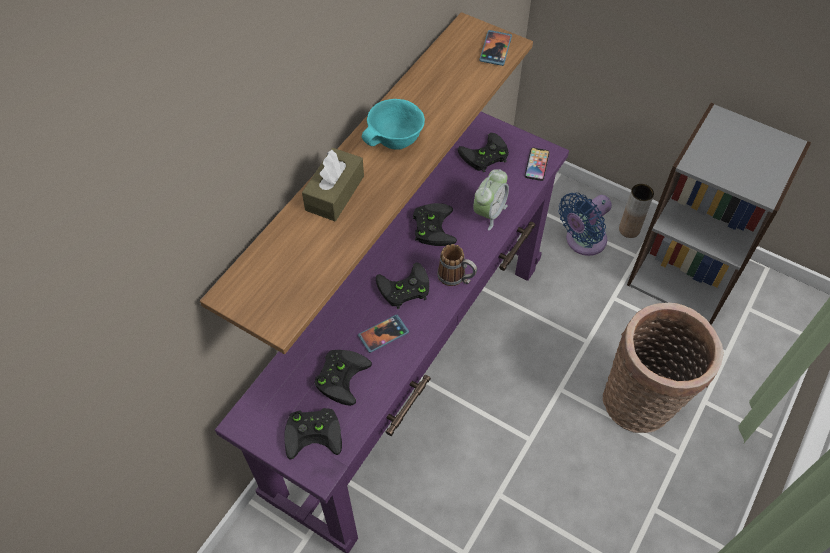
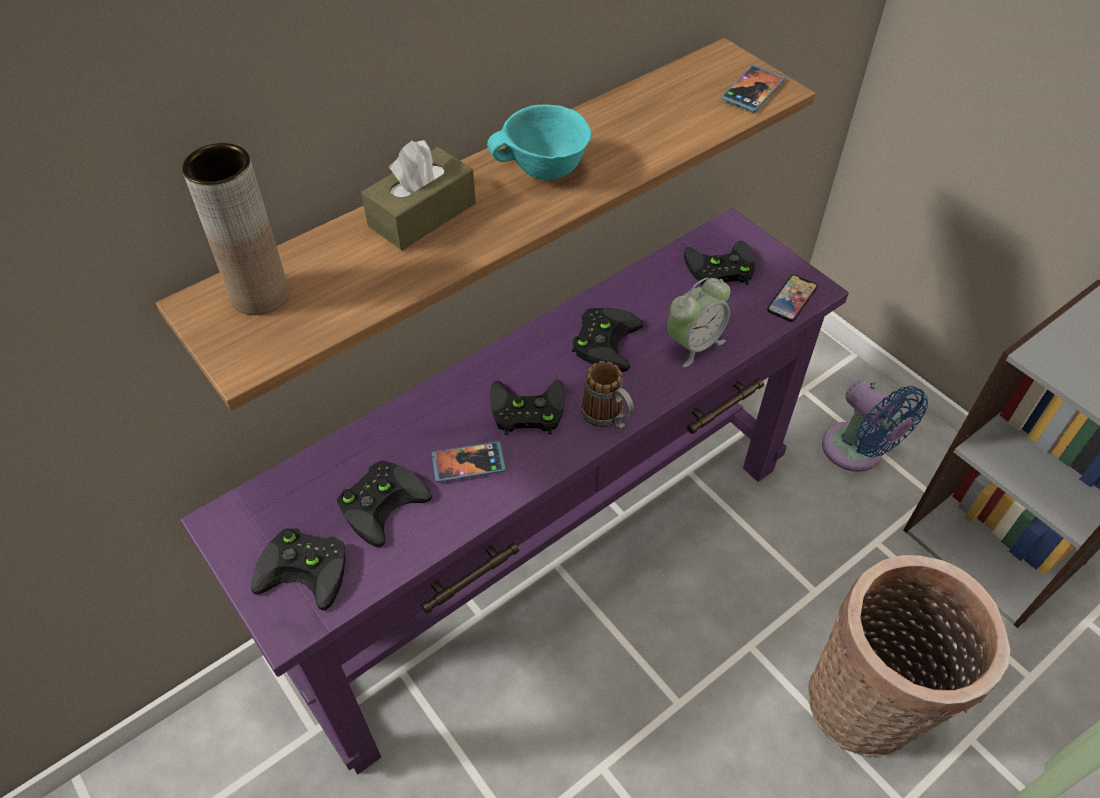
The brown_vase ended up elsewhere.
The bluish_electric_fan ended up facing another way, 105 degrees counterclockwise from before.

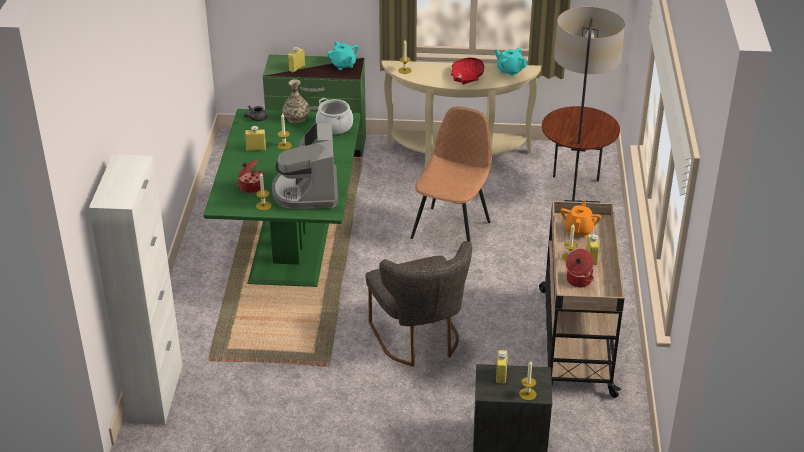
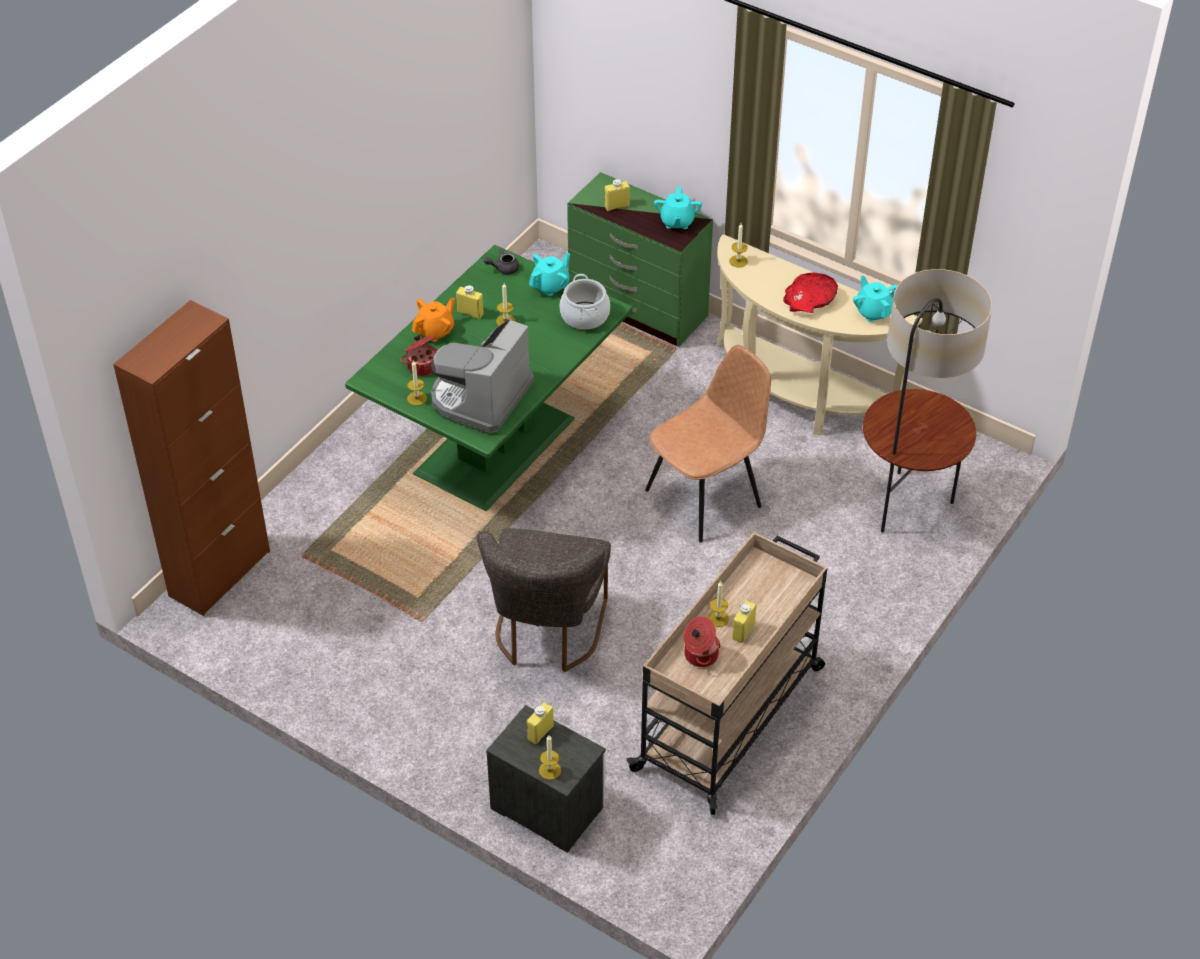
The orangey_teapot ended up elsewhere.
Where the vase stood, the blue-green_teapot (no. 1 from left) came to stand.
What was the white-coloured_storage_cabinet turned into the brown_storage_cabinet.

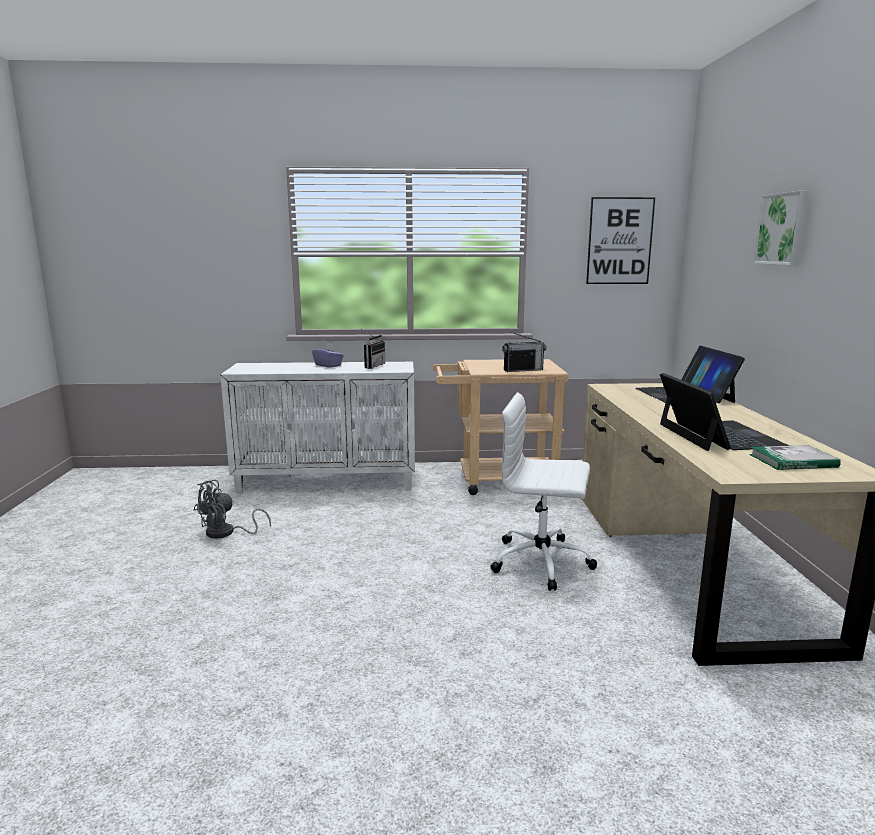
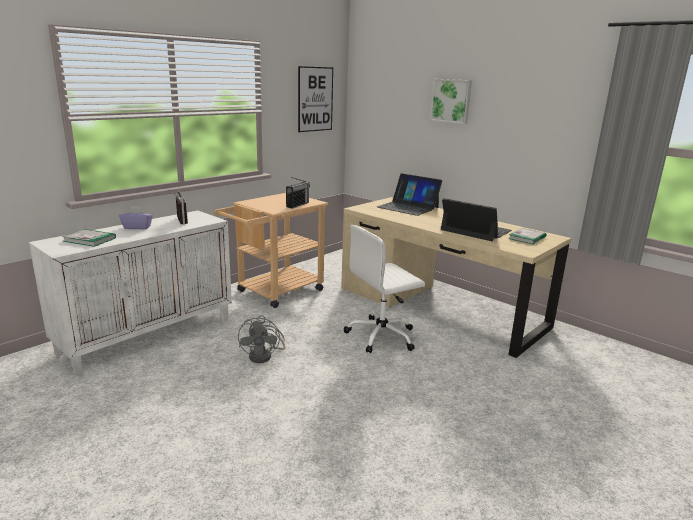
The second view gained the bound_book (no. 1 from left).
The grey_electric_fan ended up elsewhere.

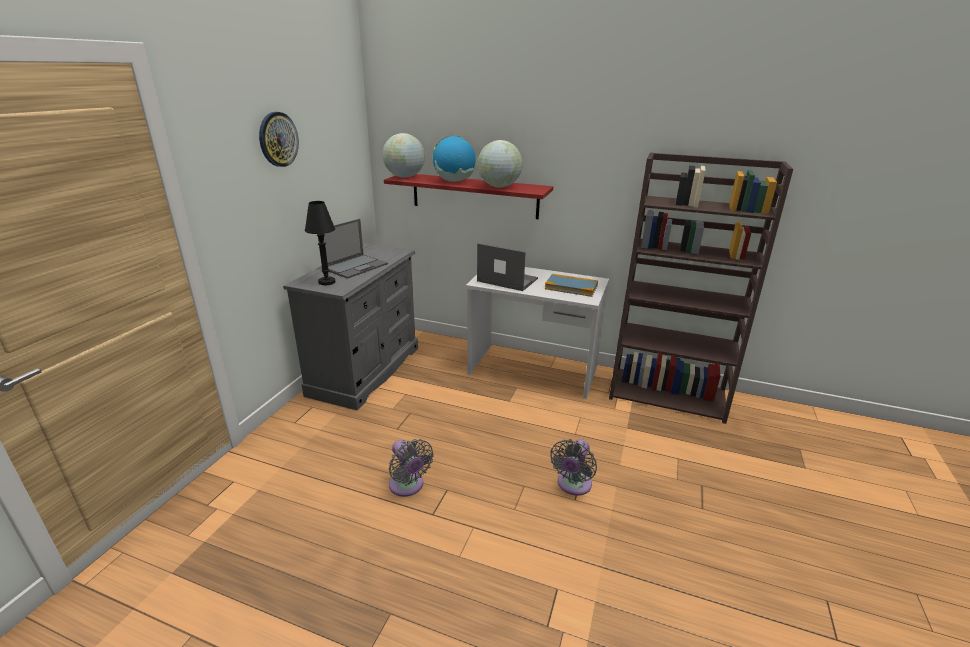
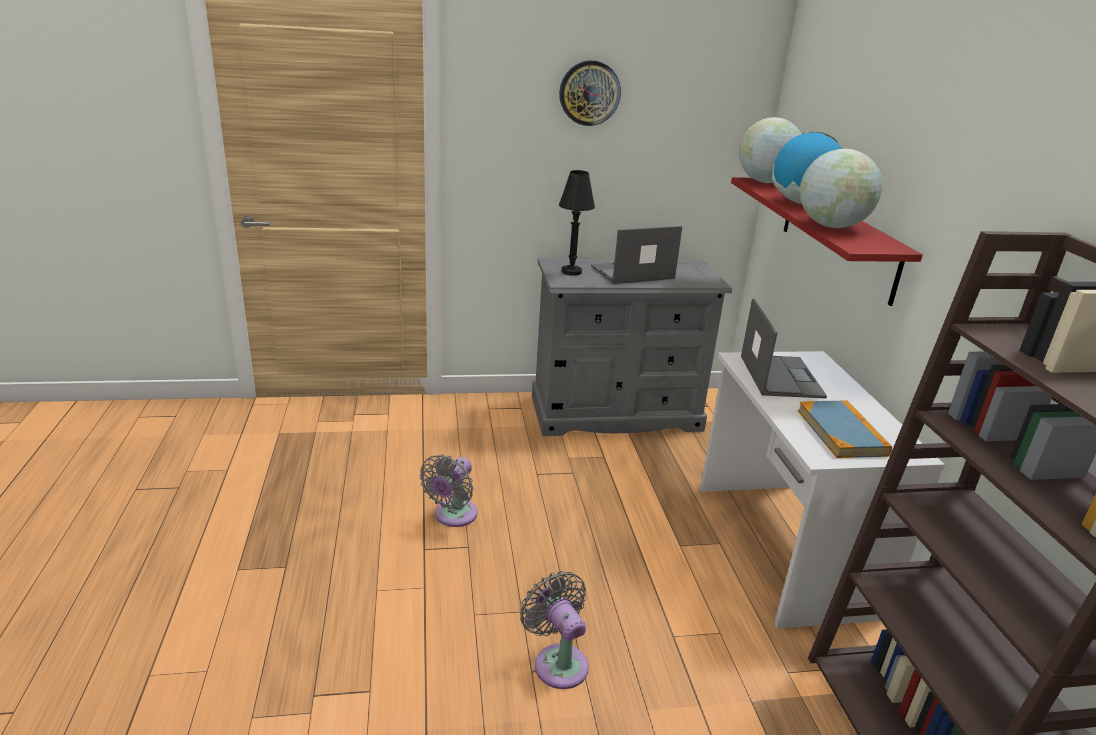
The notebook_computer (no. 1 from left) ended up facing another way, 150 degrees clockwise from before.
The grey_electric_fan (no. 2 from left) ended up facing another way, 60 degrees clockwise from before.

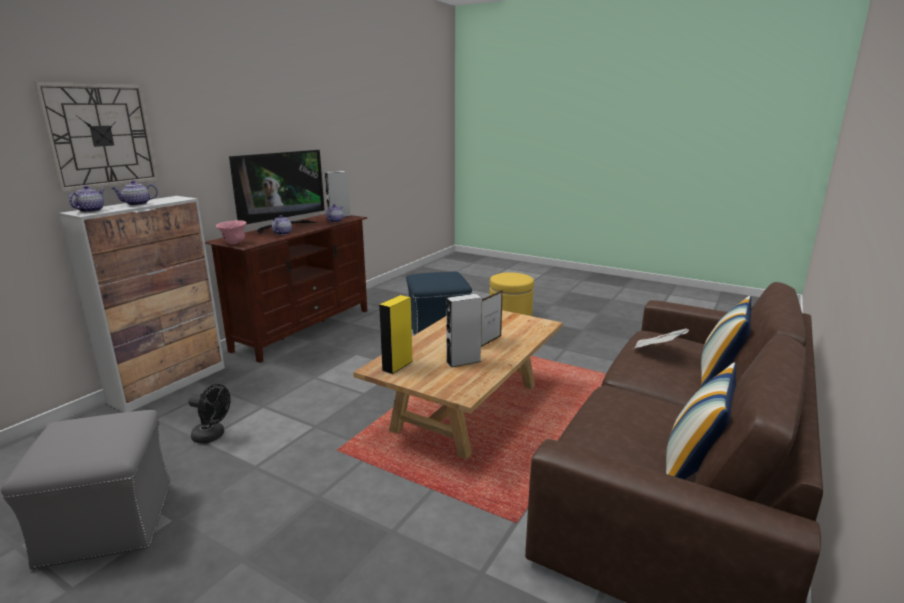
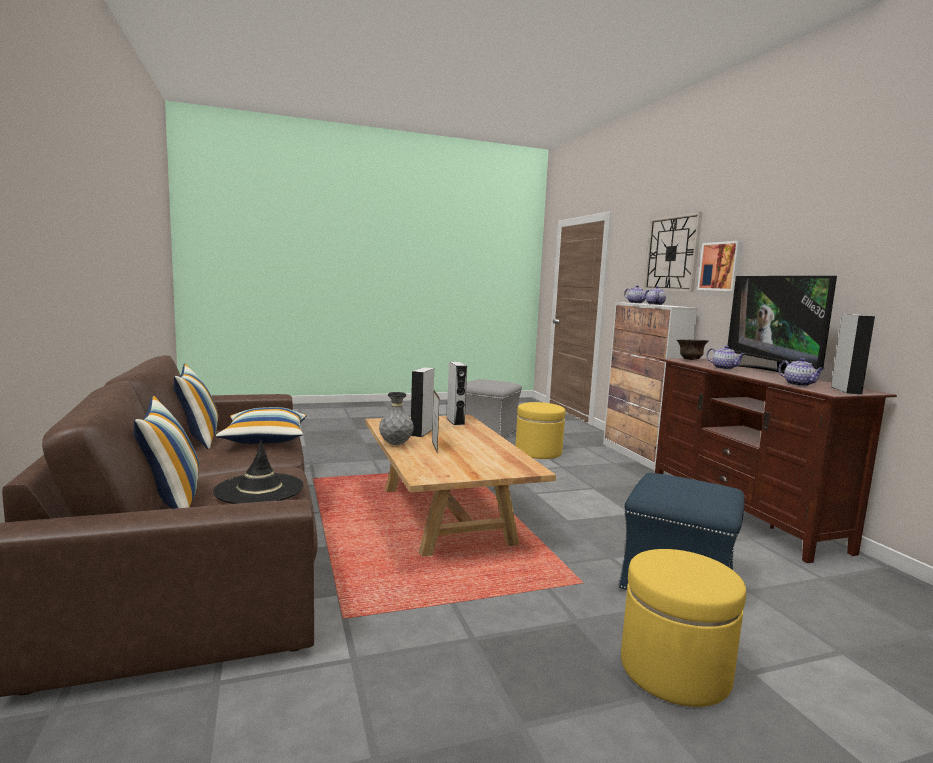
The second view gained the cushion (no. 3 from left).
The second view gained the grey_vase.
The second view gained the wall_art.
Where the black_electric_fan stood, the yellowish_ottoman (no. 1 from left) came to stand.
Where the daily_paper stood, the black_wearable_hat came to stand.
What was the pink_bowl turned into the brown_bowl.
What was the yellowish_audio_speaker turned into the grey_audio_speaker (no. 2 from left).

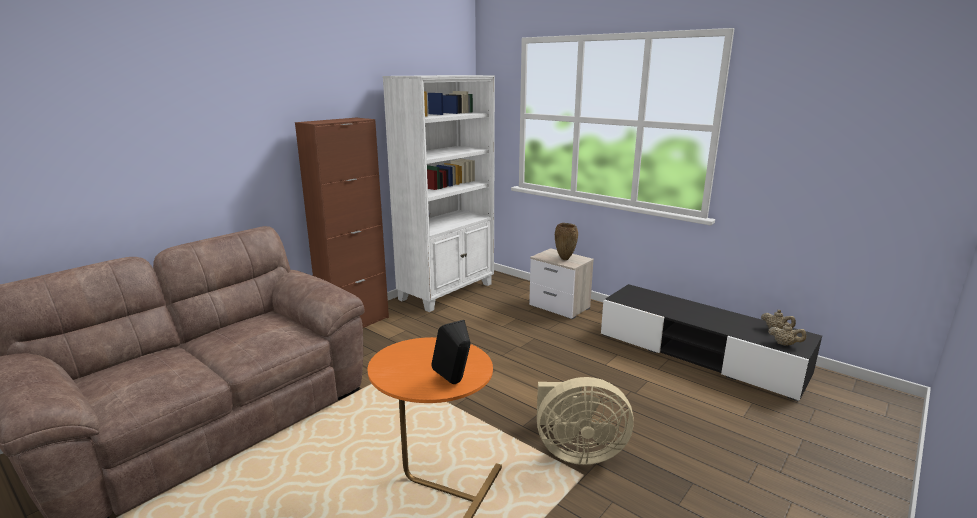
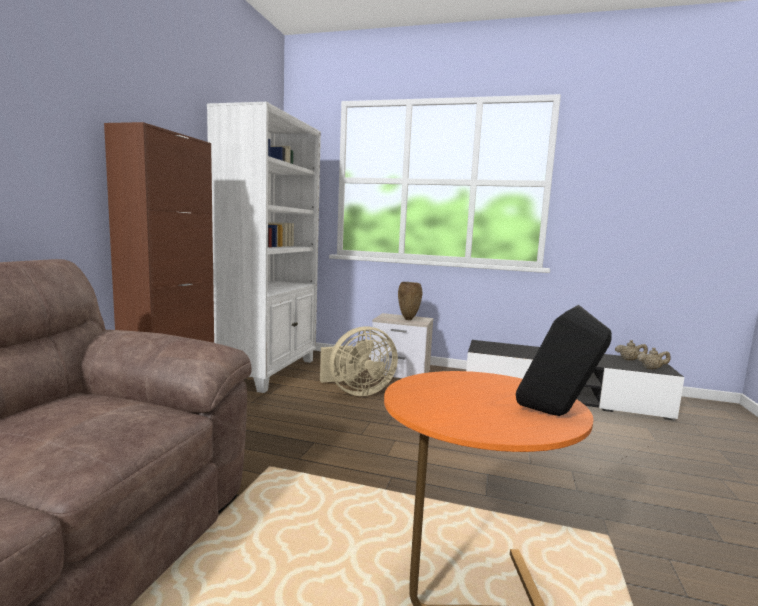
The beige_electric_fan ended up elsewhere.

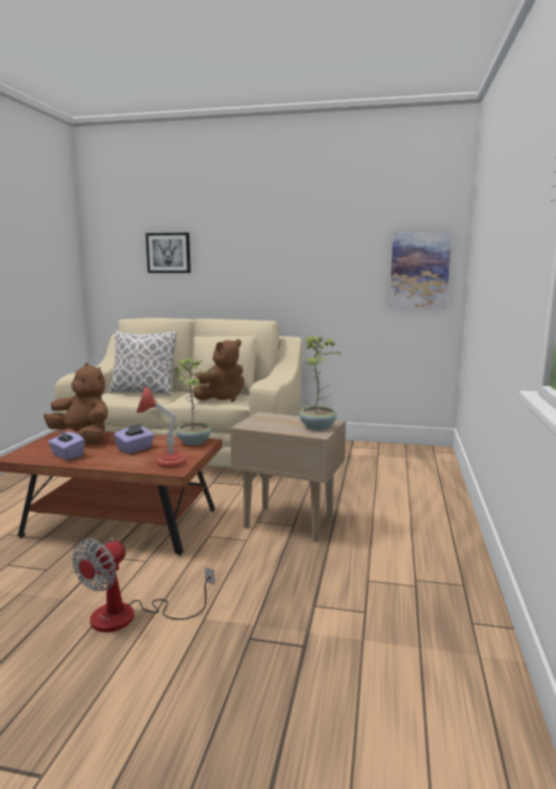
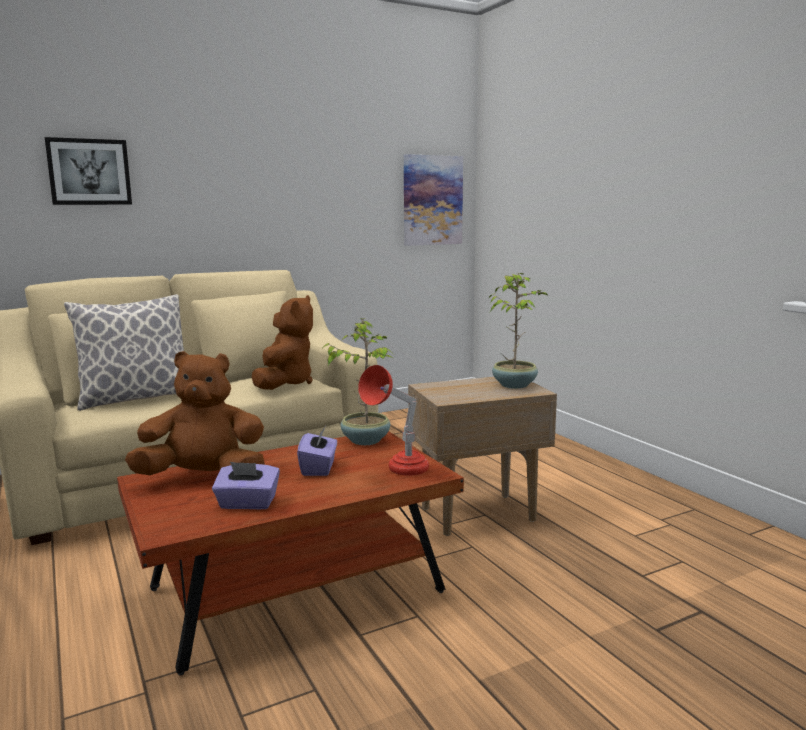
The second view lost the electric_fan.

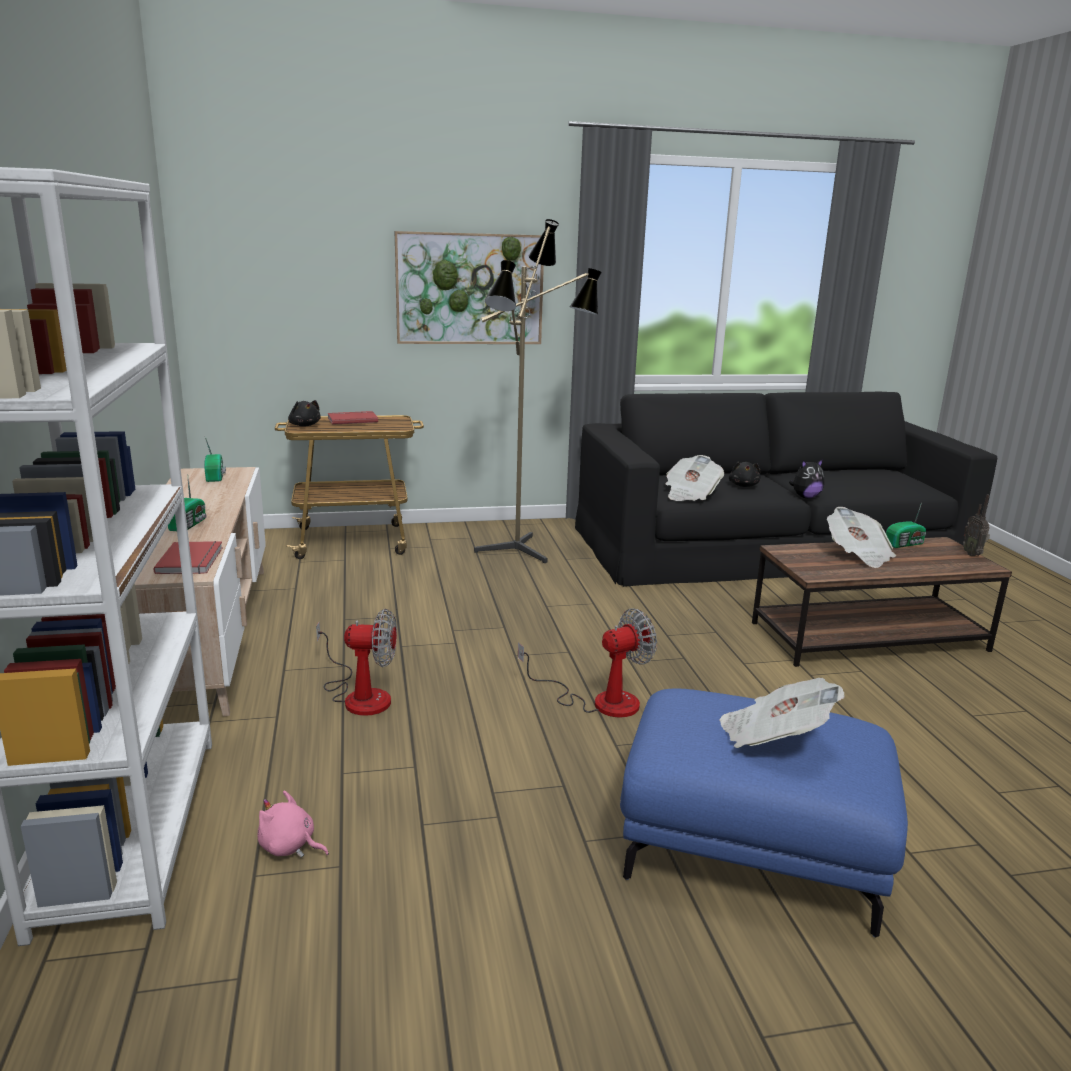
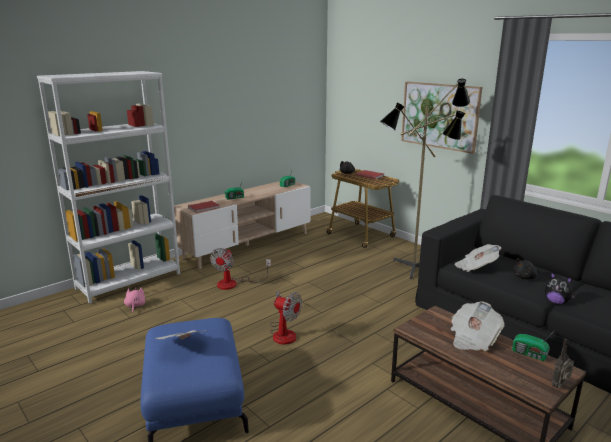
The electric_fan (no. 1 from left) ended up facing another way, 45 degrees clockwise from before.

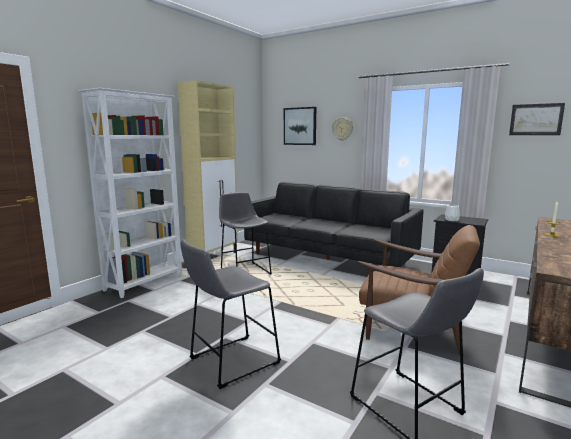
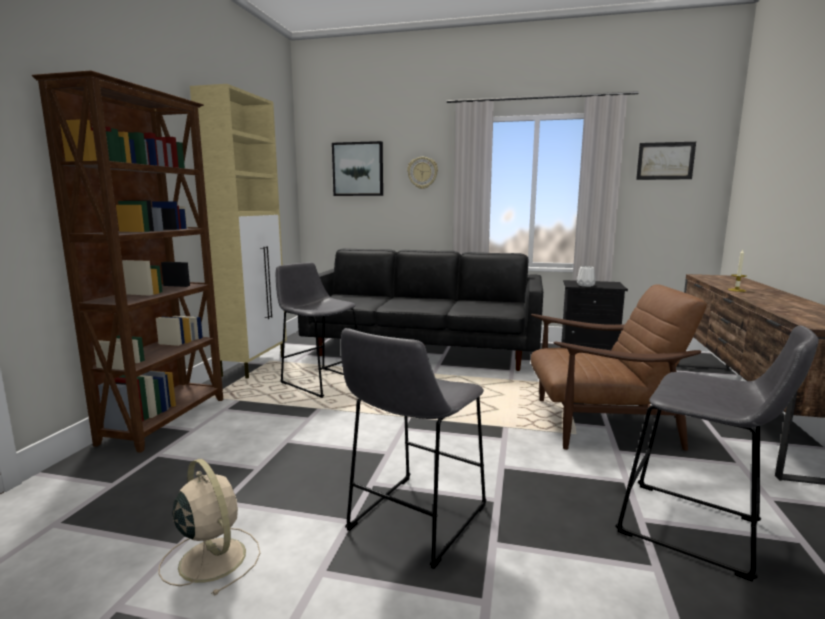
The second view gained the beige_electric_fan.
What was the white-coloured_shelving_unit turned into the brown_shelving_unit.

